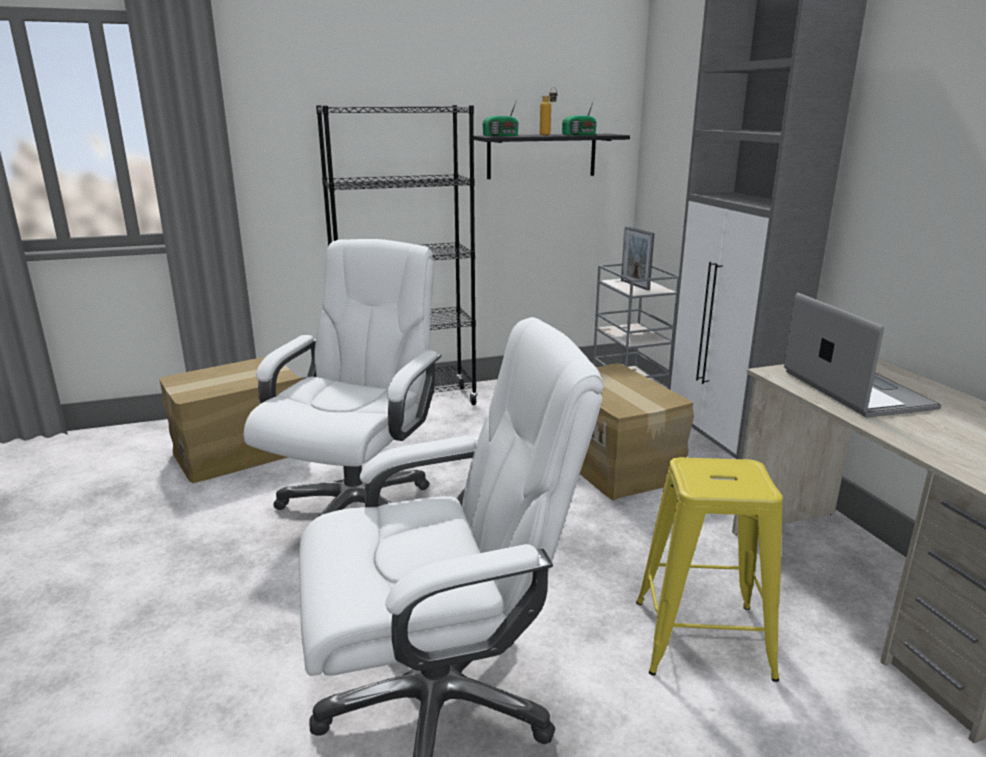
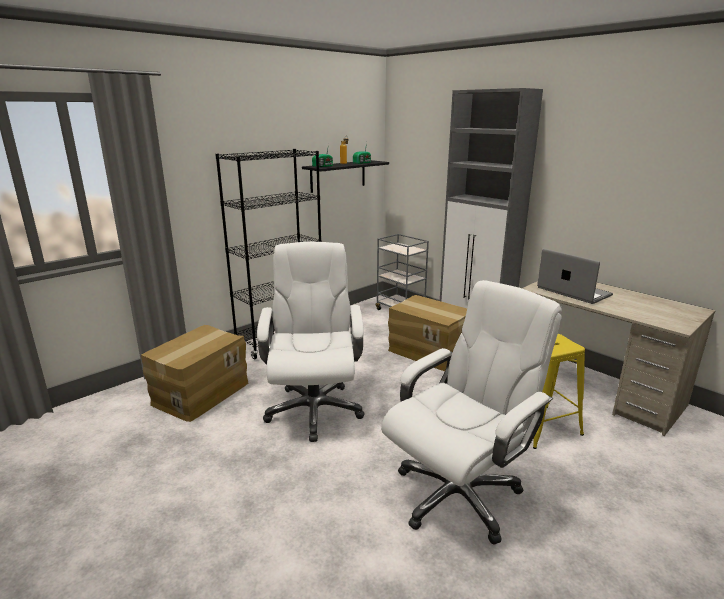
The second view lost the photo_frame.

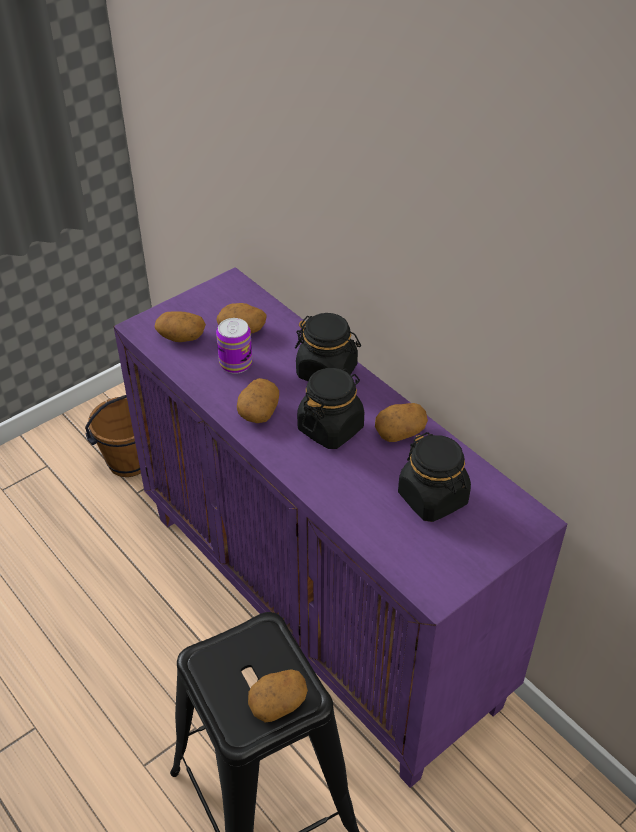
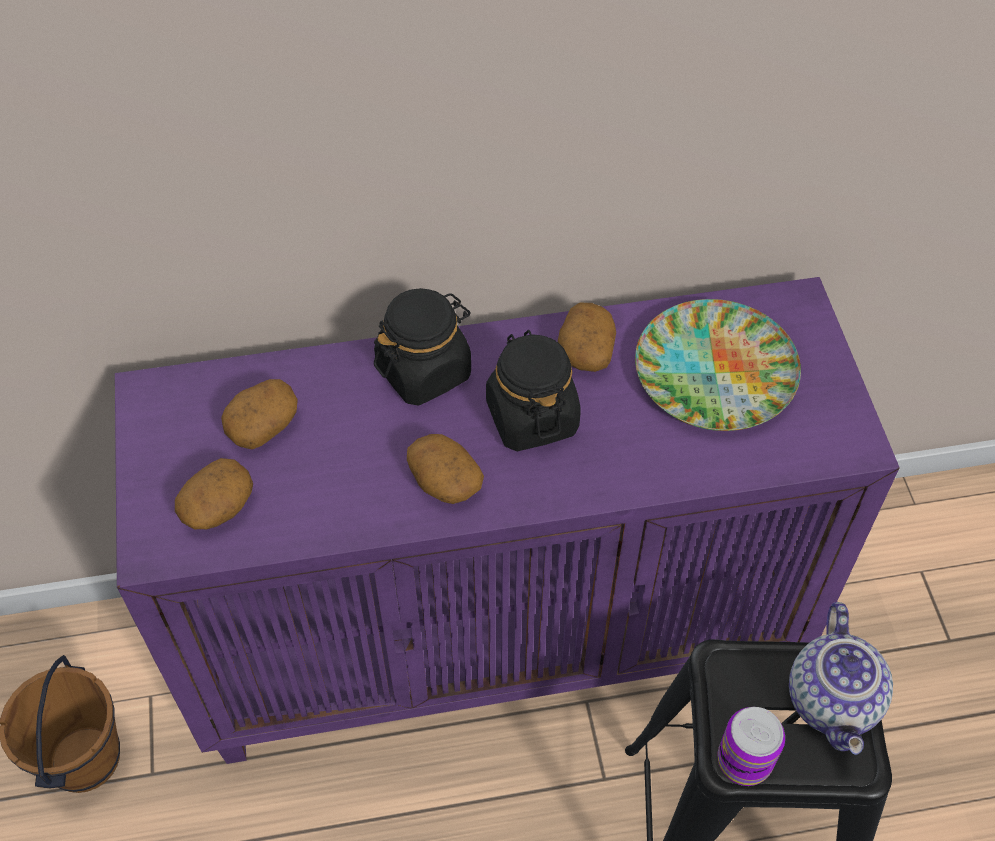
The sealed_can ended up elsewhere.
Where the potato (no. 4 from left) stood, the teapot came to stand.
Where the black_preserve_jar (no. 3 from left) stood, the plate came to stand.

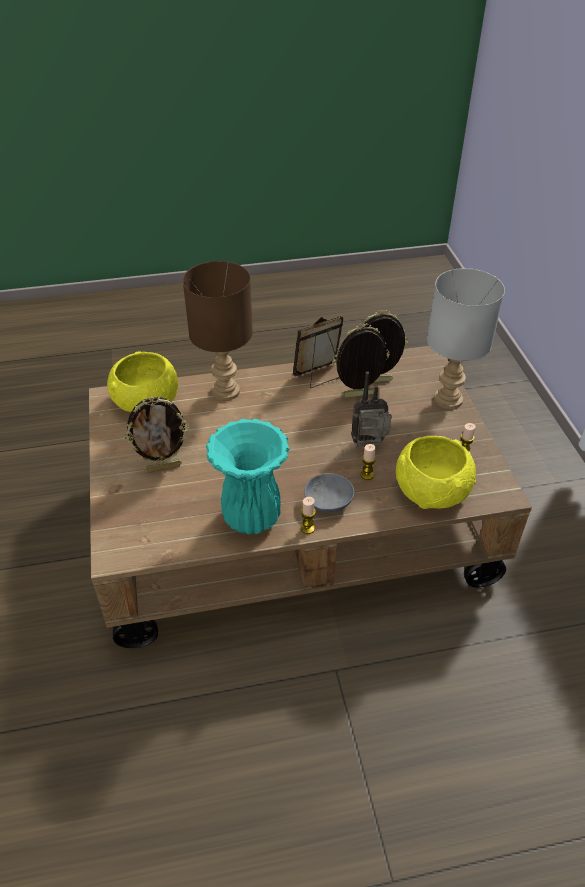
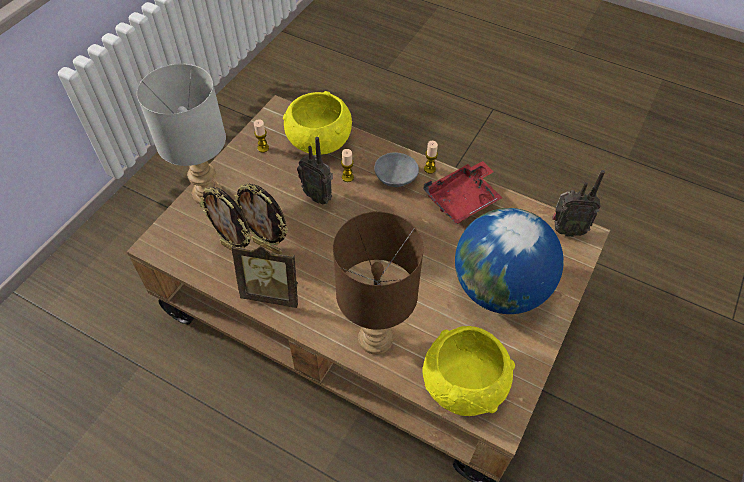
The second view gained the radio (no. 2 from left).
Where the photo_frame (no. 1 from left) stood, the world_globe came to stand.
Where the blue-green_vase stood, the red_tray came to stand.

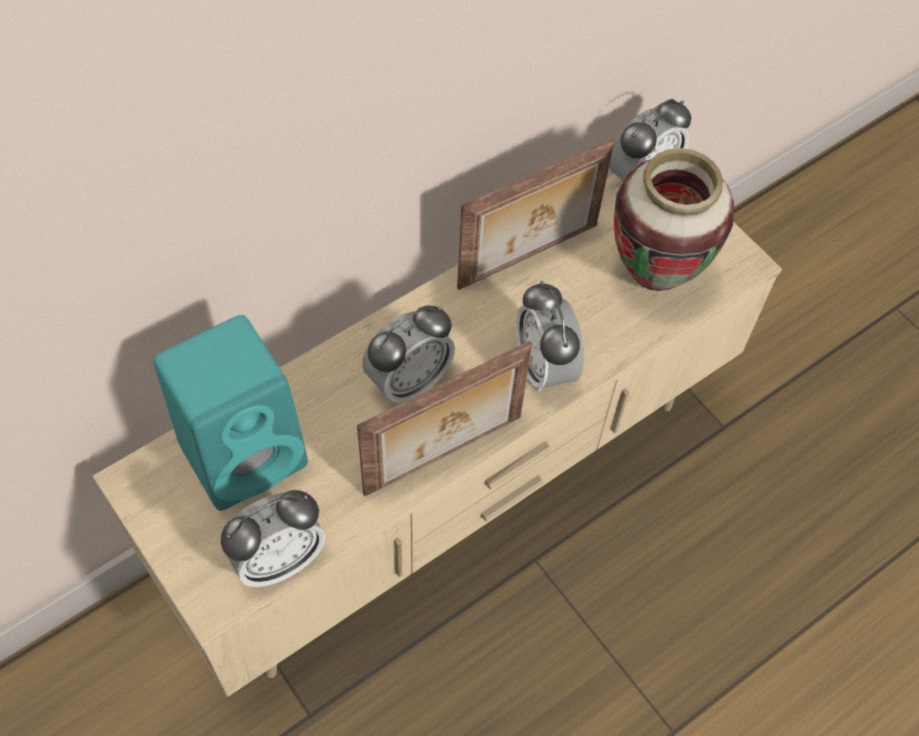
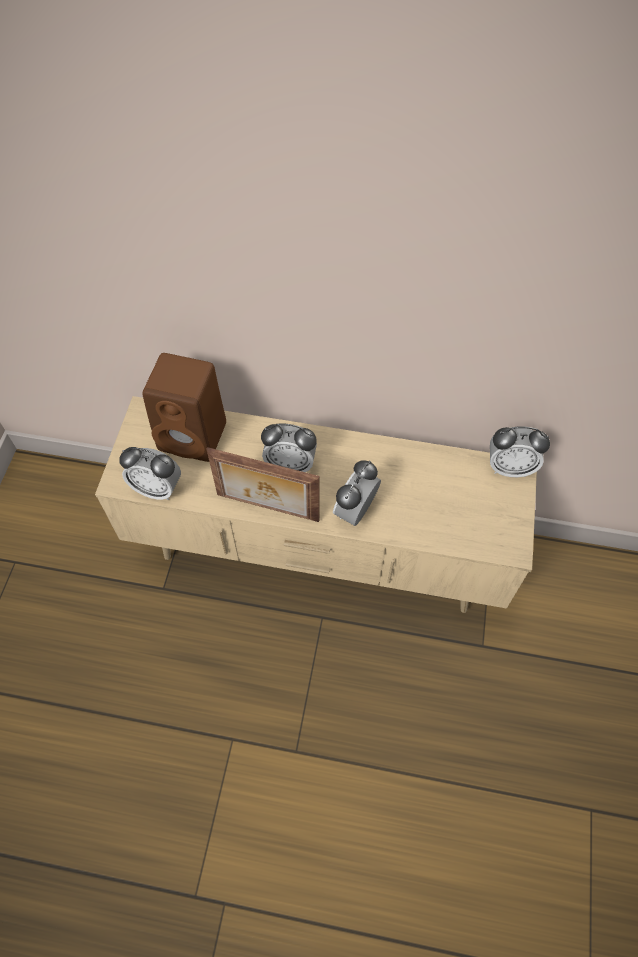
The second view lost the photo_frame (no. 2 from left).
The second view lost the vase.
What was the blue-green_audio_speaker turned into the brown_audio_speaker.

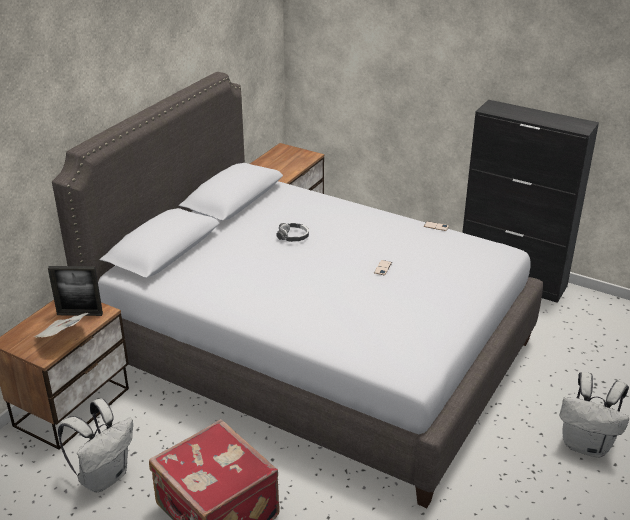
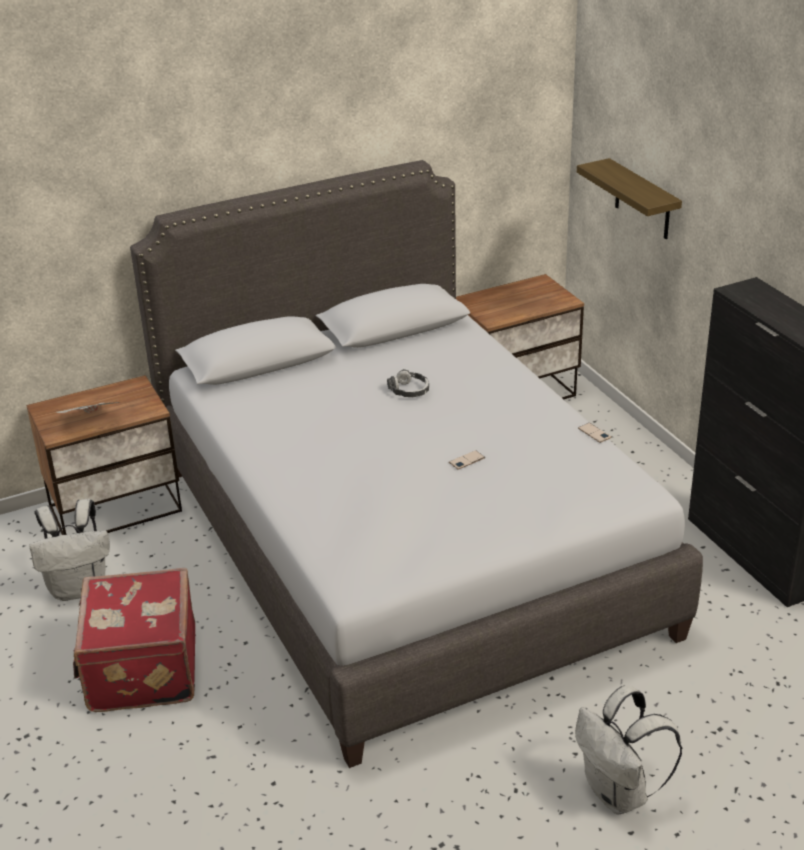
The second view lost the photo_frame.
The second view gained the shelf.

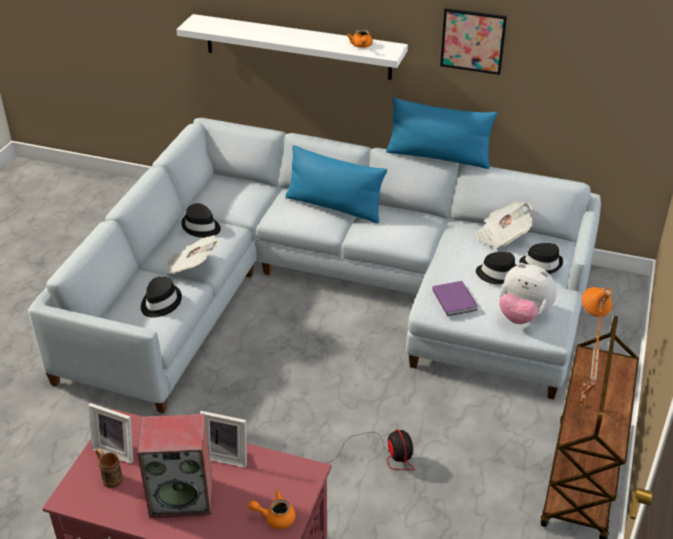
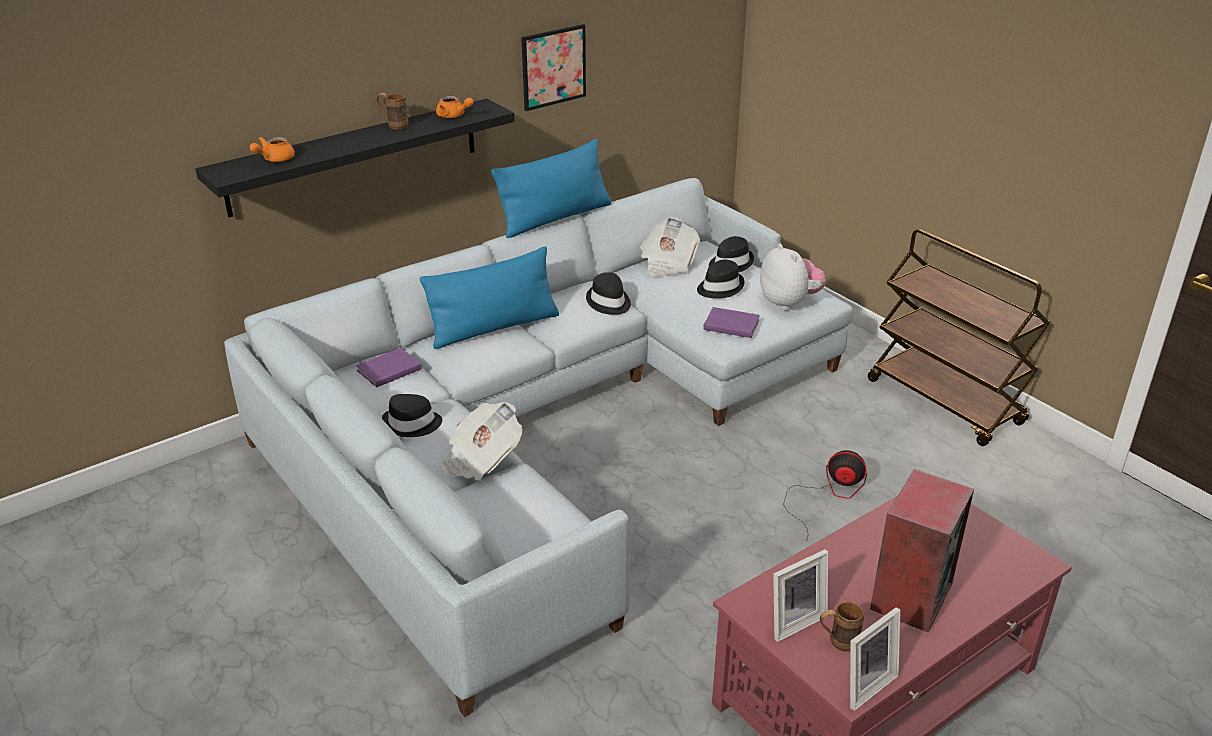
The second view lost the orangey_lamp_for_a_table.
The second view gained the purple_bound_book (no. 1 from left).
The second view gained the brown_coffee_mug (no. 1 from left).
The black_wearable_hat (no. 1 from left in the first image) ended up elsewhere.
The photo_frame (no. 2 from left) ended up elsewhere.
The orangey_teapot (no. 1 from left) ended up elsewhere.
What was the white-coloured_shelf turned into the black_shelf.
The plush_toy ended up facing another way, 90 degrees counterclockwise from before.

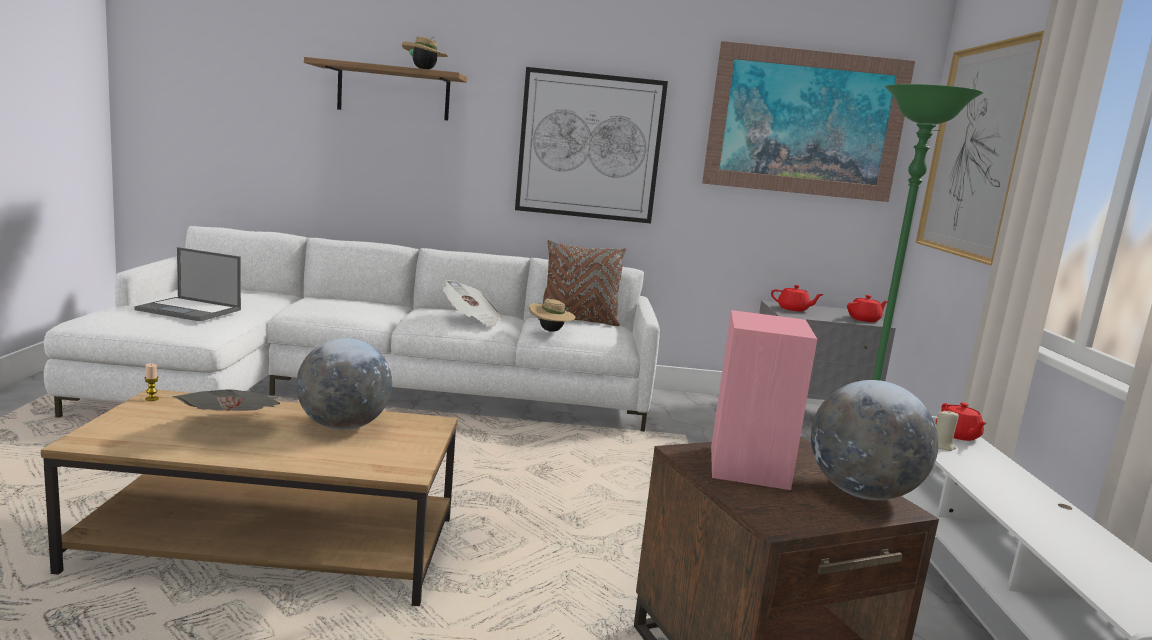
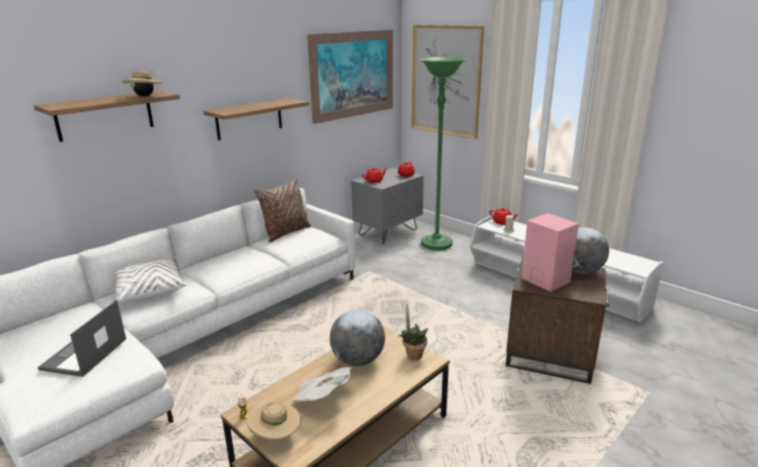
The second view lost the daily_paper (no. 2 from left).
The second view gained the white-coloured_cushion.
The second view gained the houseplant.
The beige_wearable_hat (no. 2 from left) ended up elsewhere.
Where the wall_art (no. 1 from left) hung, the shelf (no. 2 from left) came to hang.
The notebook_computer ended up facing another way, 135 degrees clockwise from before.

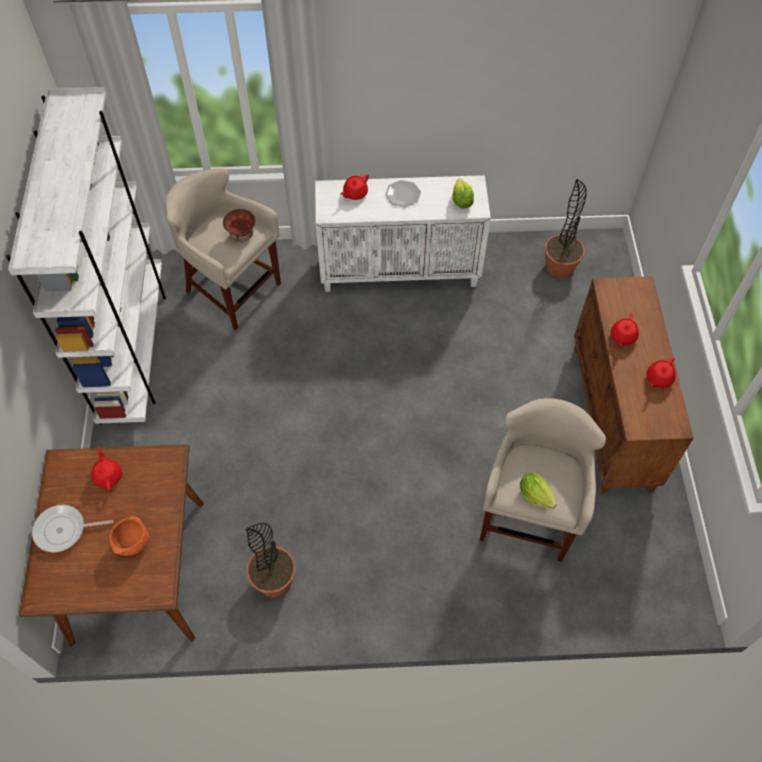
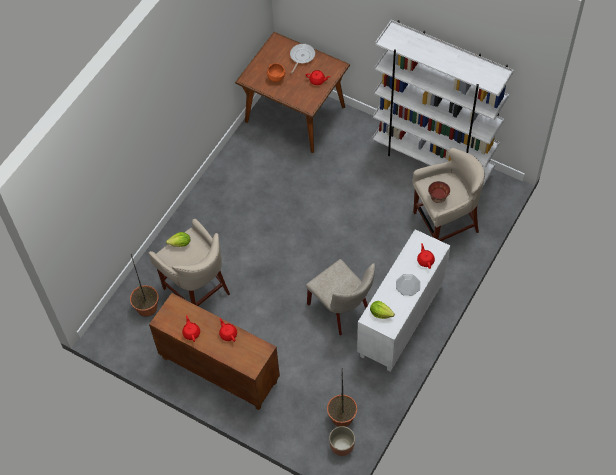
The second view gained the beige_chair.
The second view gained the planter.
The houseplant (no. 1 from left) ended up elsewhere.

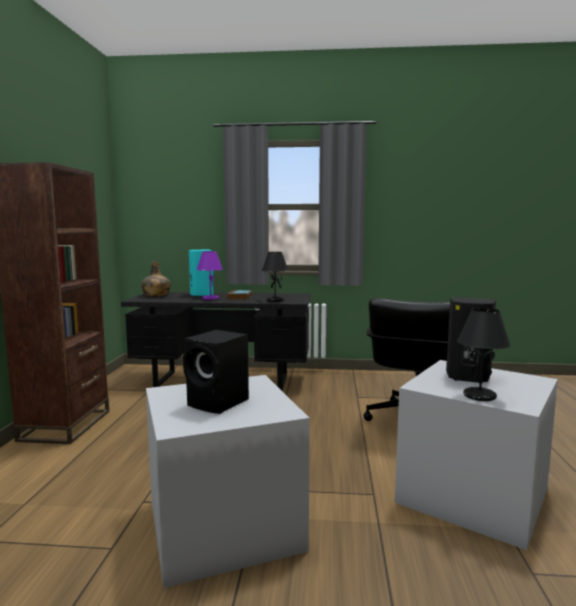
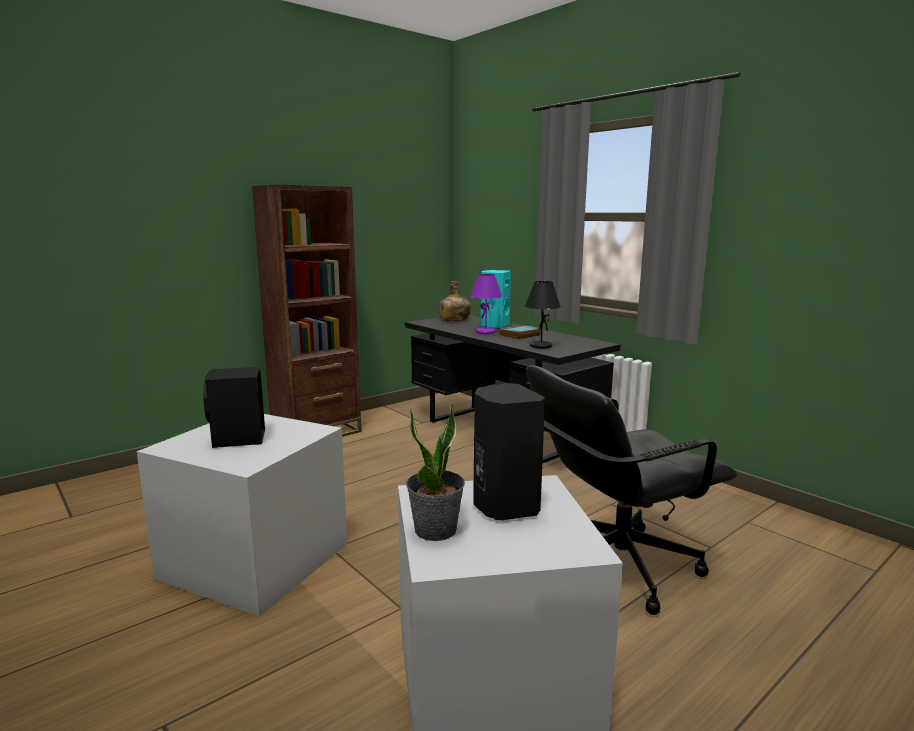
Where the black_lamp_for_a_table (no. 2 from left) stood, the houseplant came to stand.

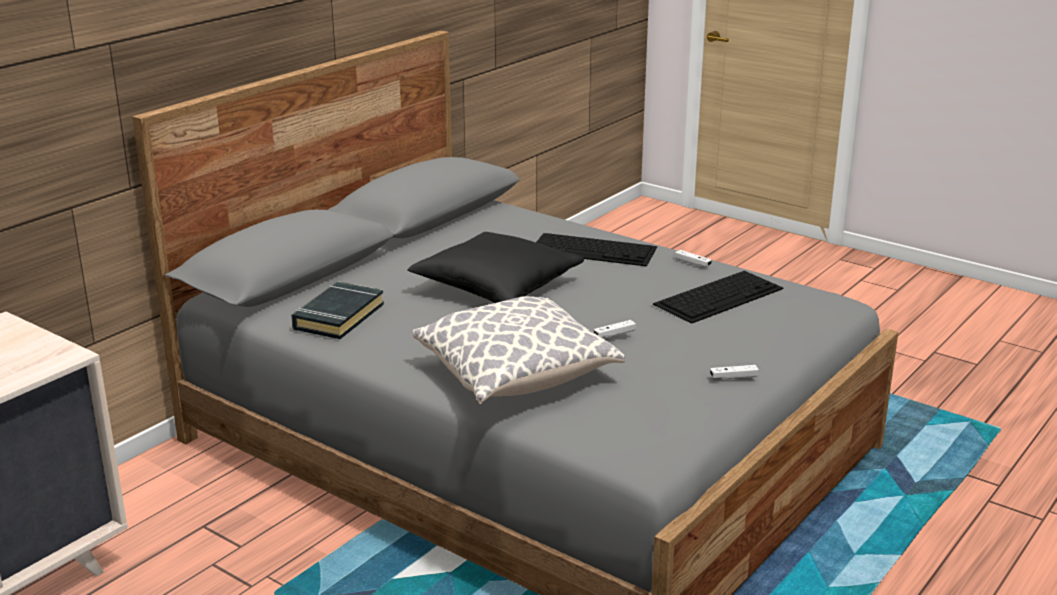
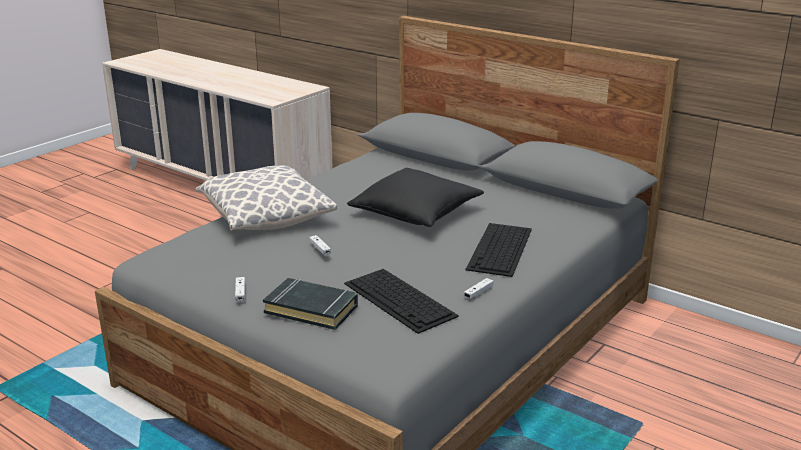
The black_bound_book ended up elsewhere.

